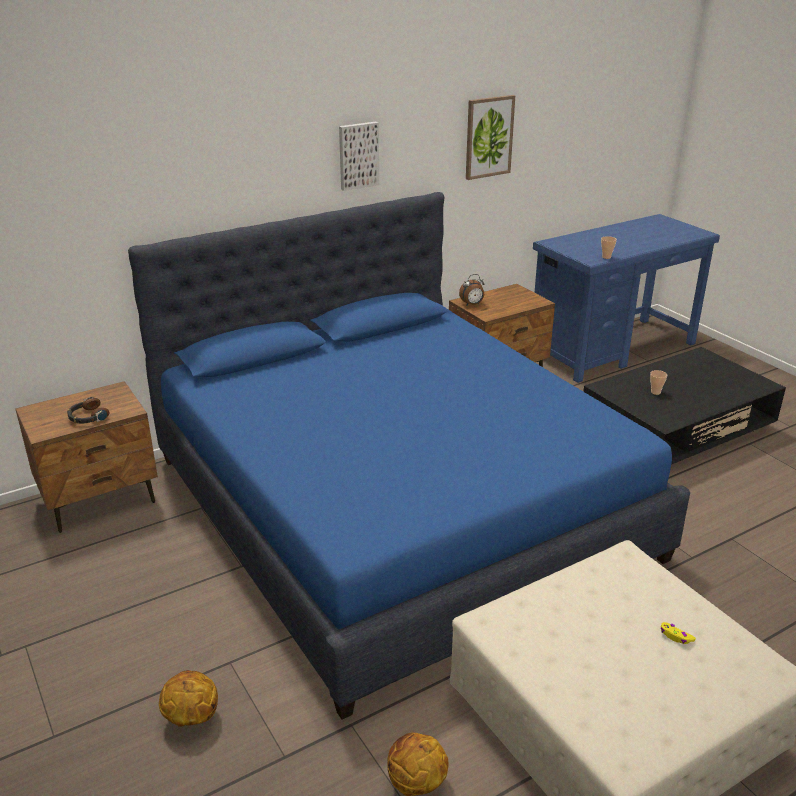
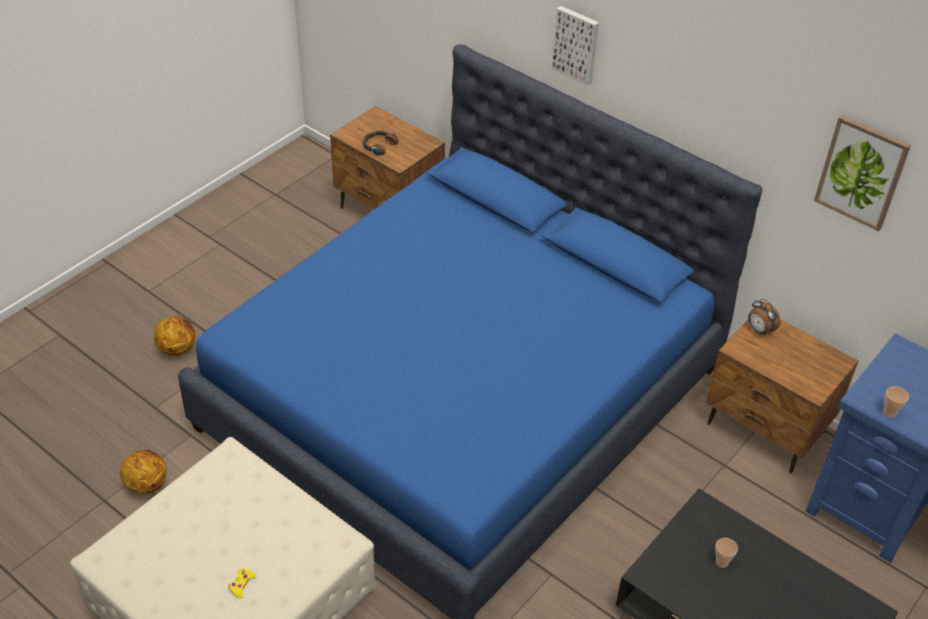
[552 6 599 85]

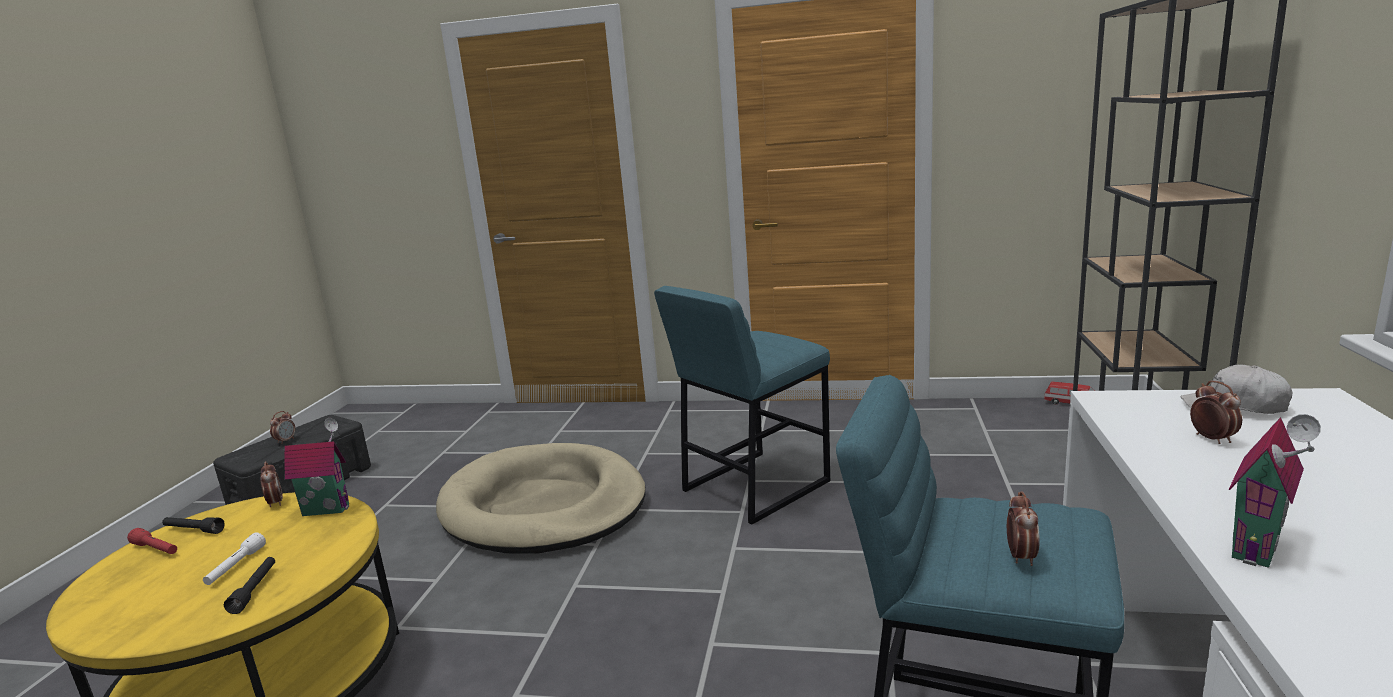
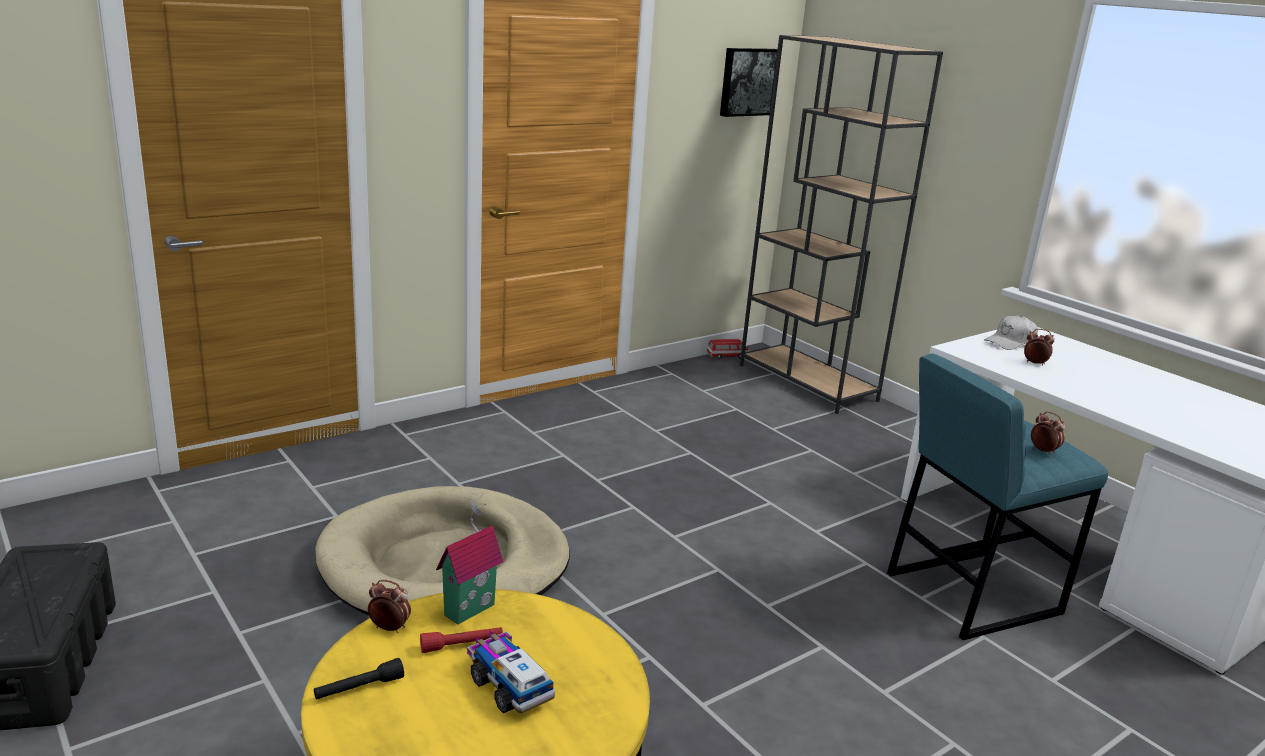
[420 627 503 653]
[467 631 555 713]
[720 48 778 117]
[224 557 275 614] (first image)
[270 411 295 444] (first image)
[654 286 830 524] (first image)
[1229 414 1321 568] (first image)

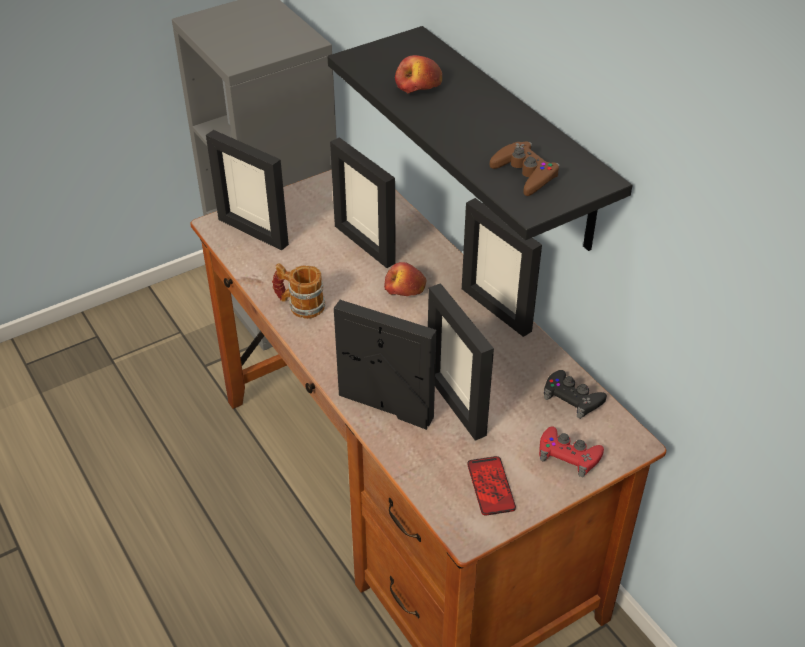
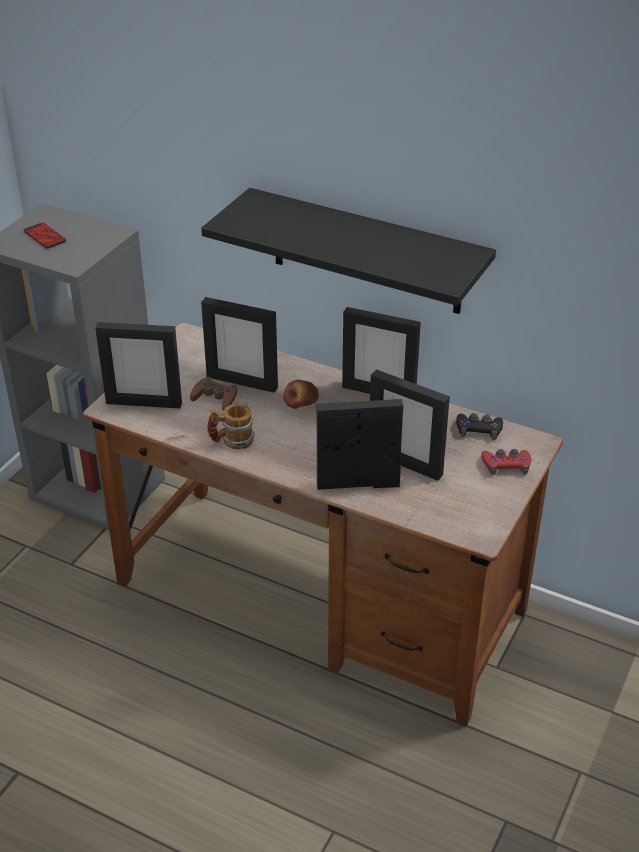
[24 223 66 249]
[190 377 237 411]
[395 55 442 93] (first image)

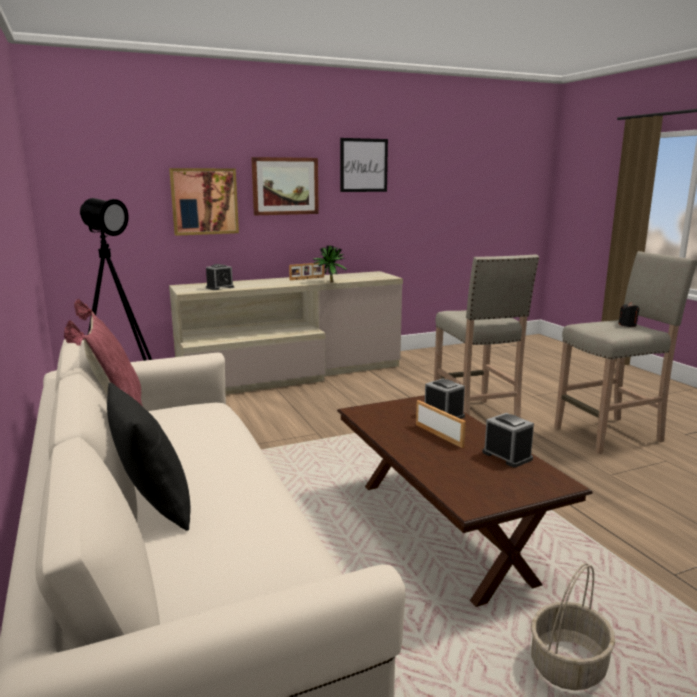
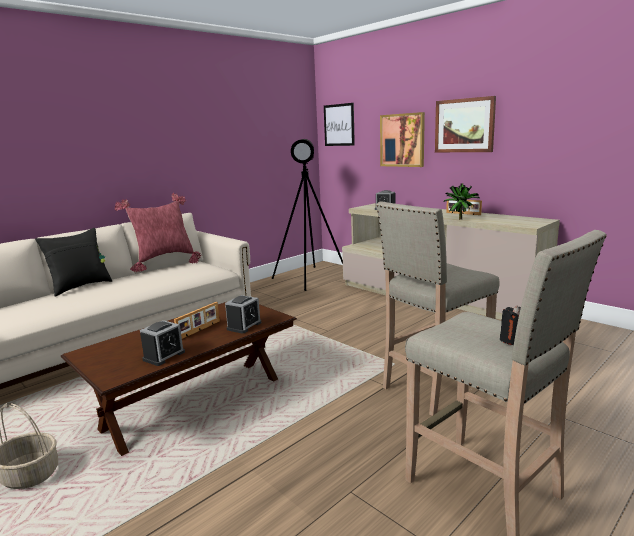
[324 103 355 146]

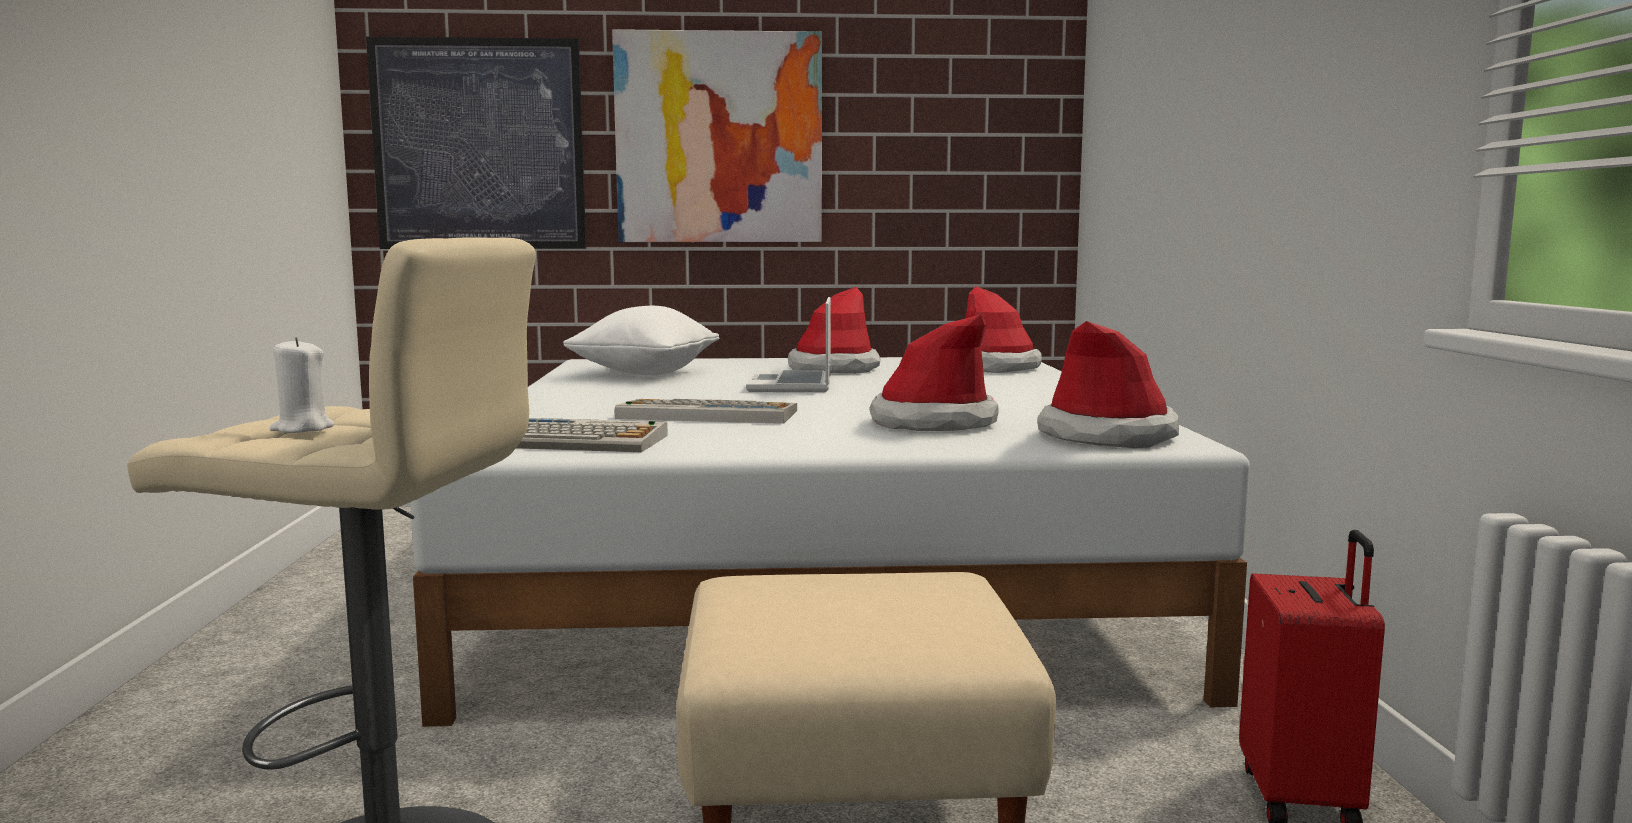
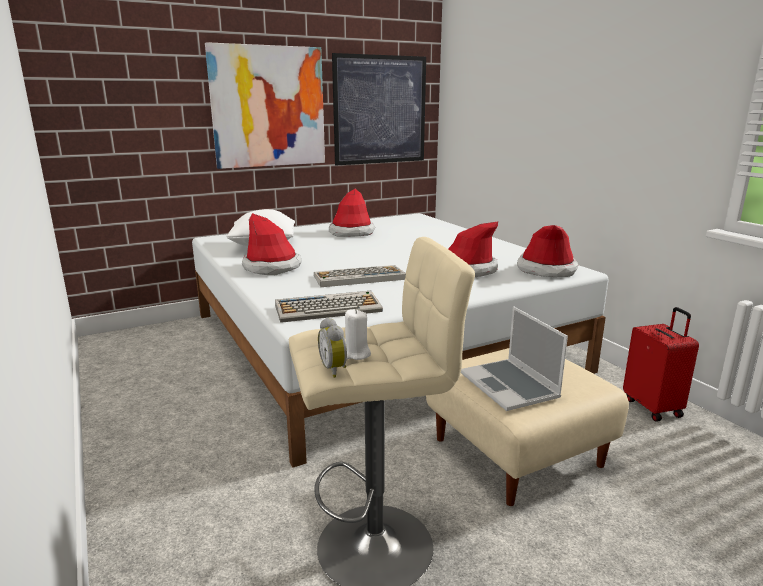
[242 213 302 275]
[318 317 347 378]
[332 53 426 165]
[461 306 568 411]

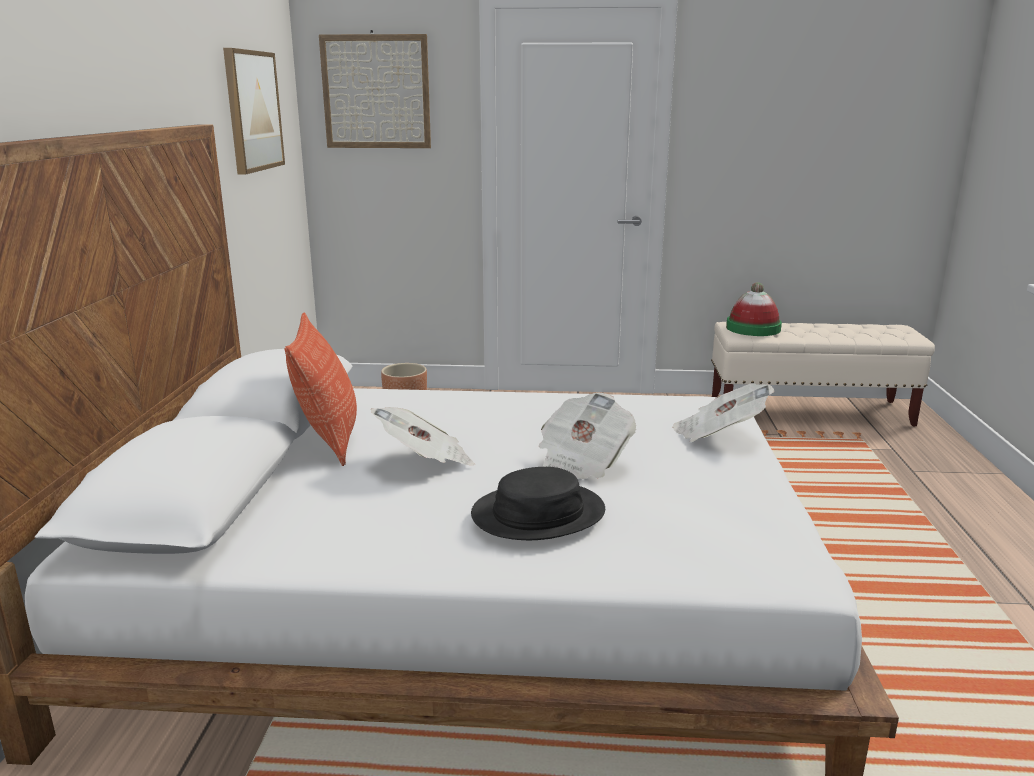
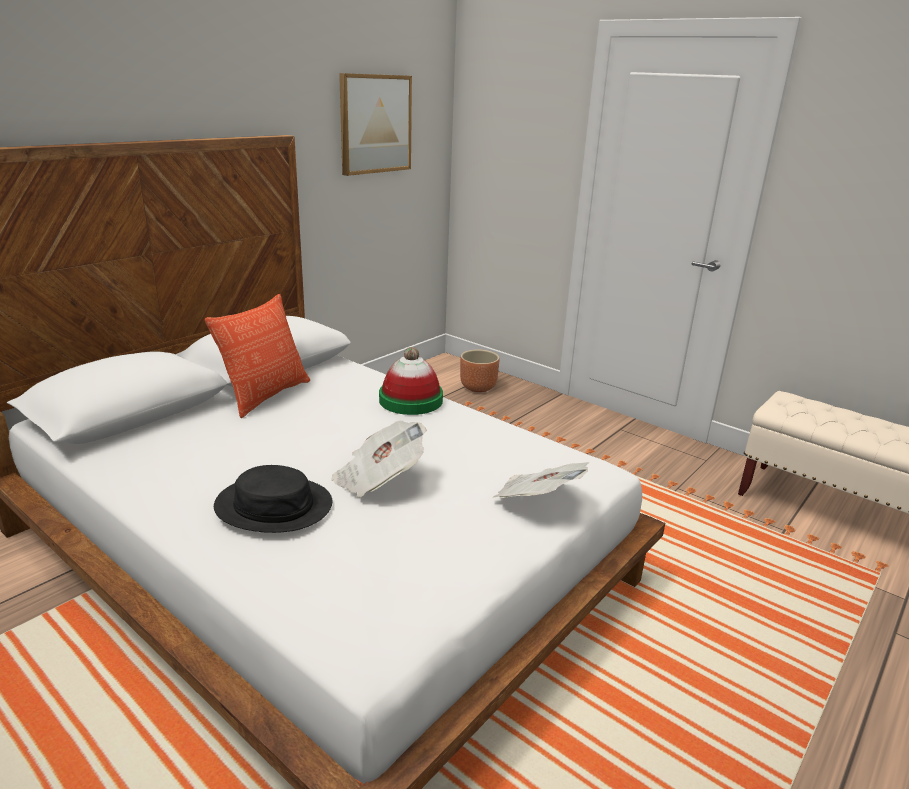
[379 347 443 415]
[319 30 431 148] (first image)
[371 407 475 465] (first image)

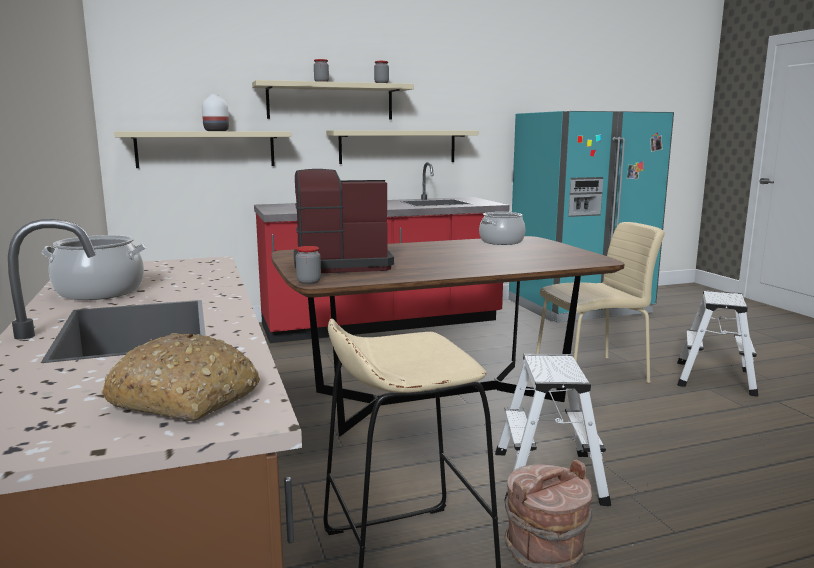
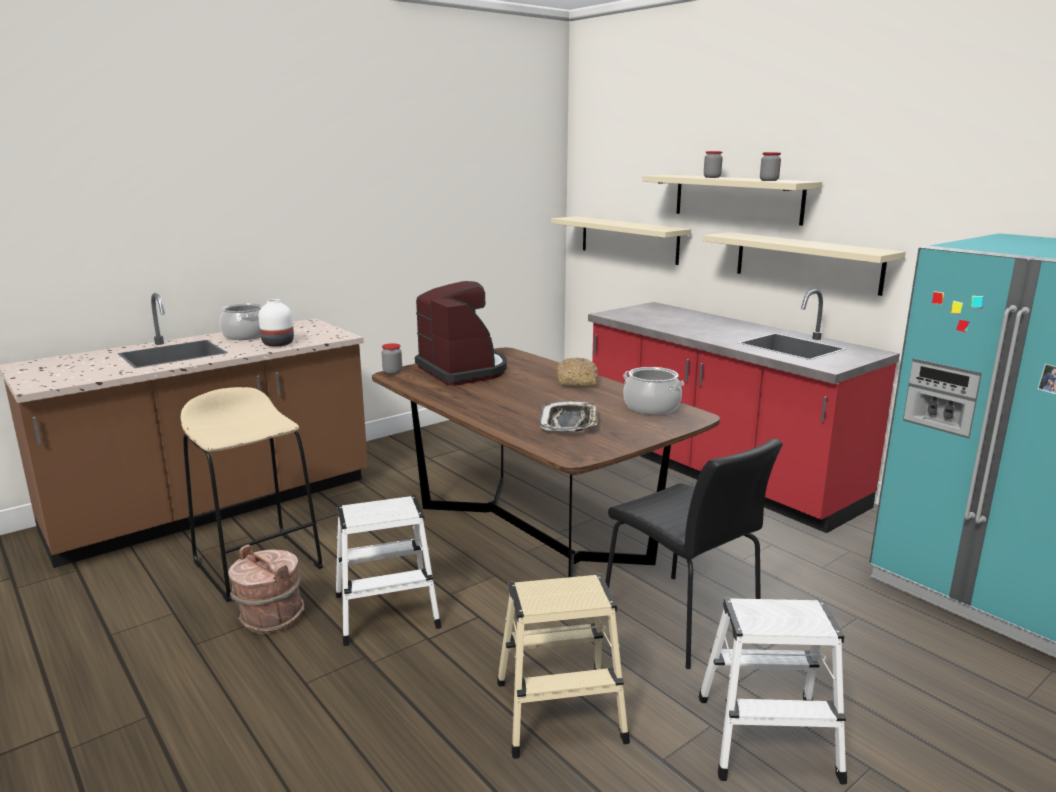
[259 299 294 347]
[497 574 630 759]
[539 401 597 431]
[556 358 598 387]
[605 439 783 669]

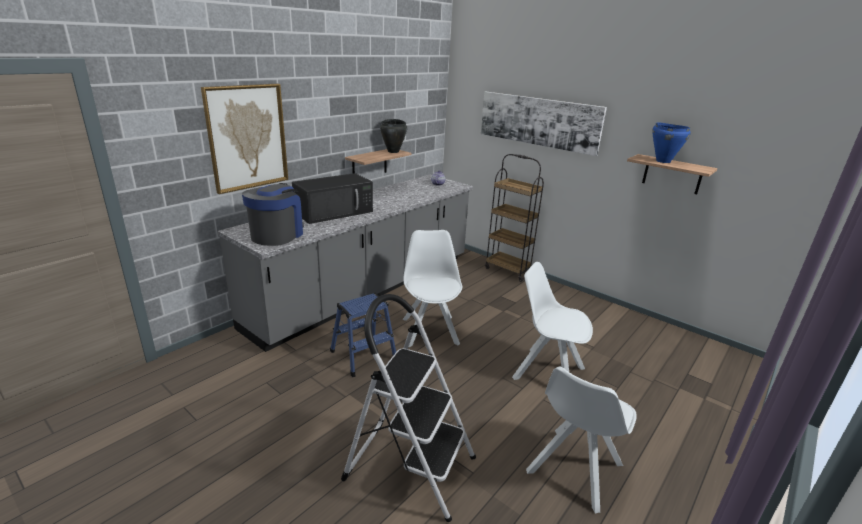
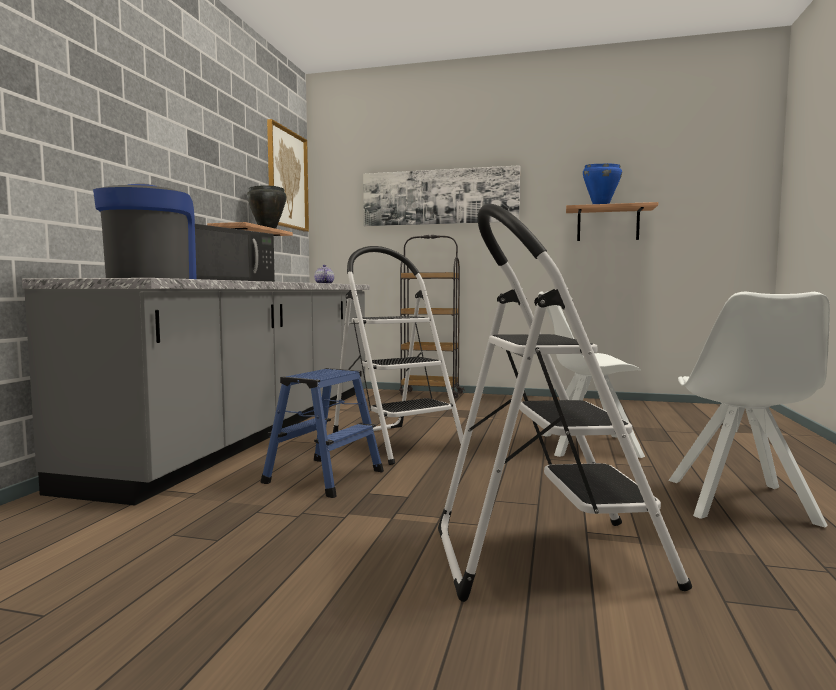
[267 119 309 232]
[333 246 463 465]

